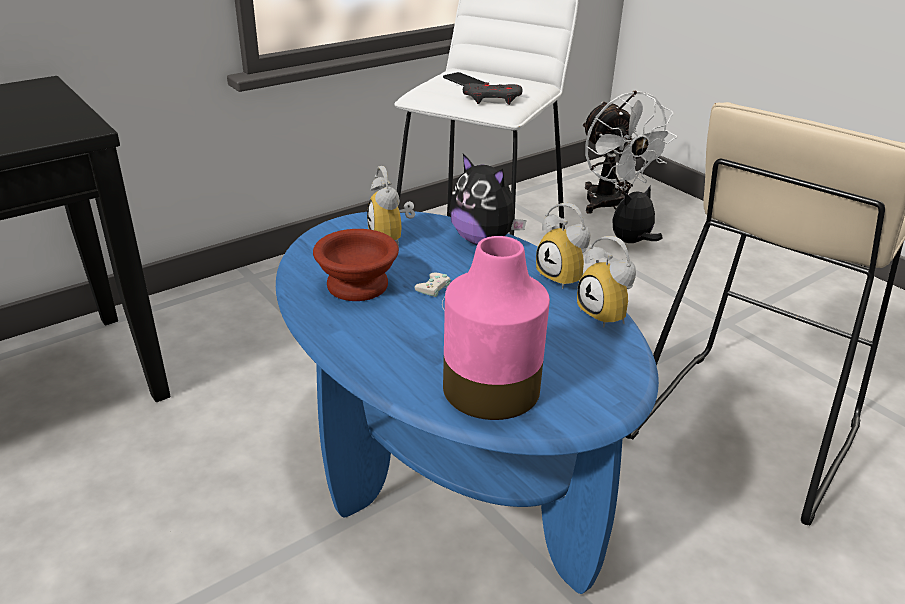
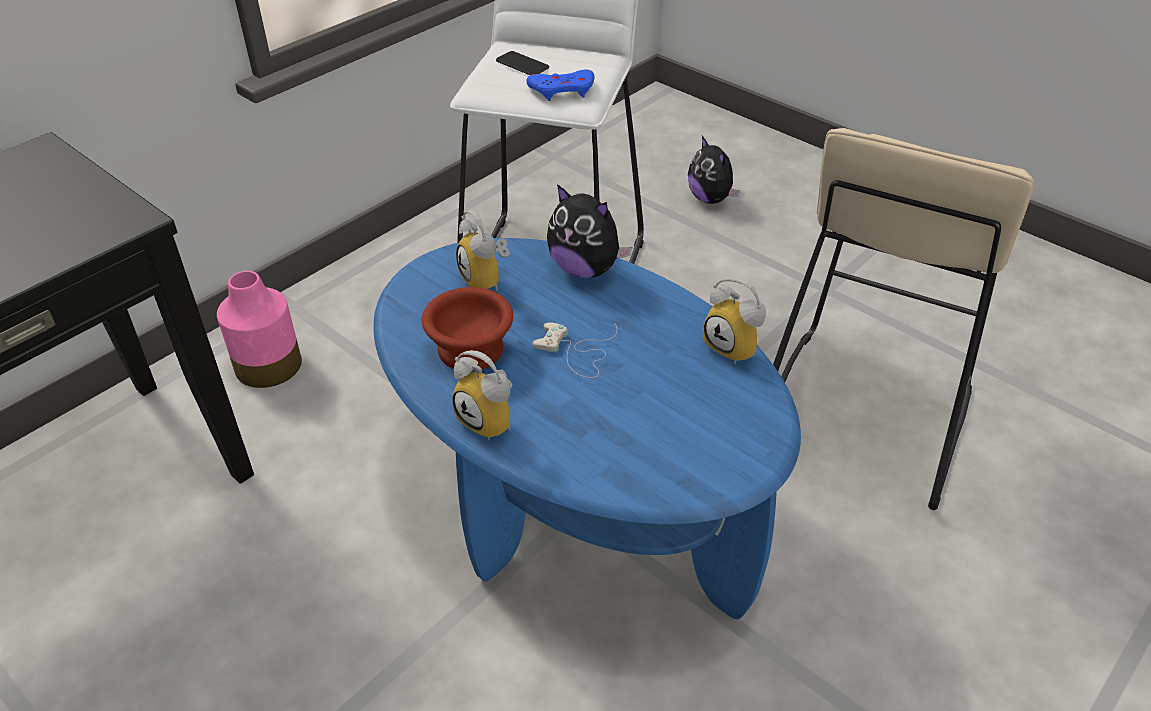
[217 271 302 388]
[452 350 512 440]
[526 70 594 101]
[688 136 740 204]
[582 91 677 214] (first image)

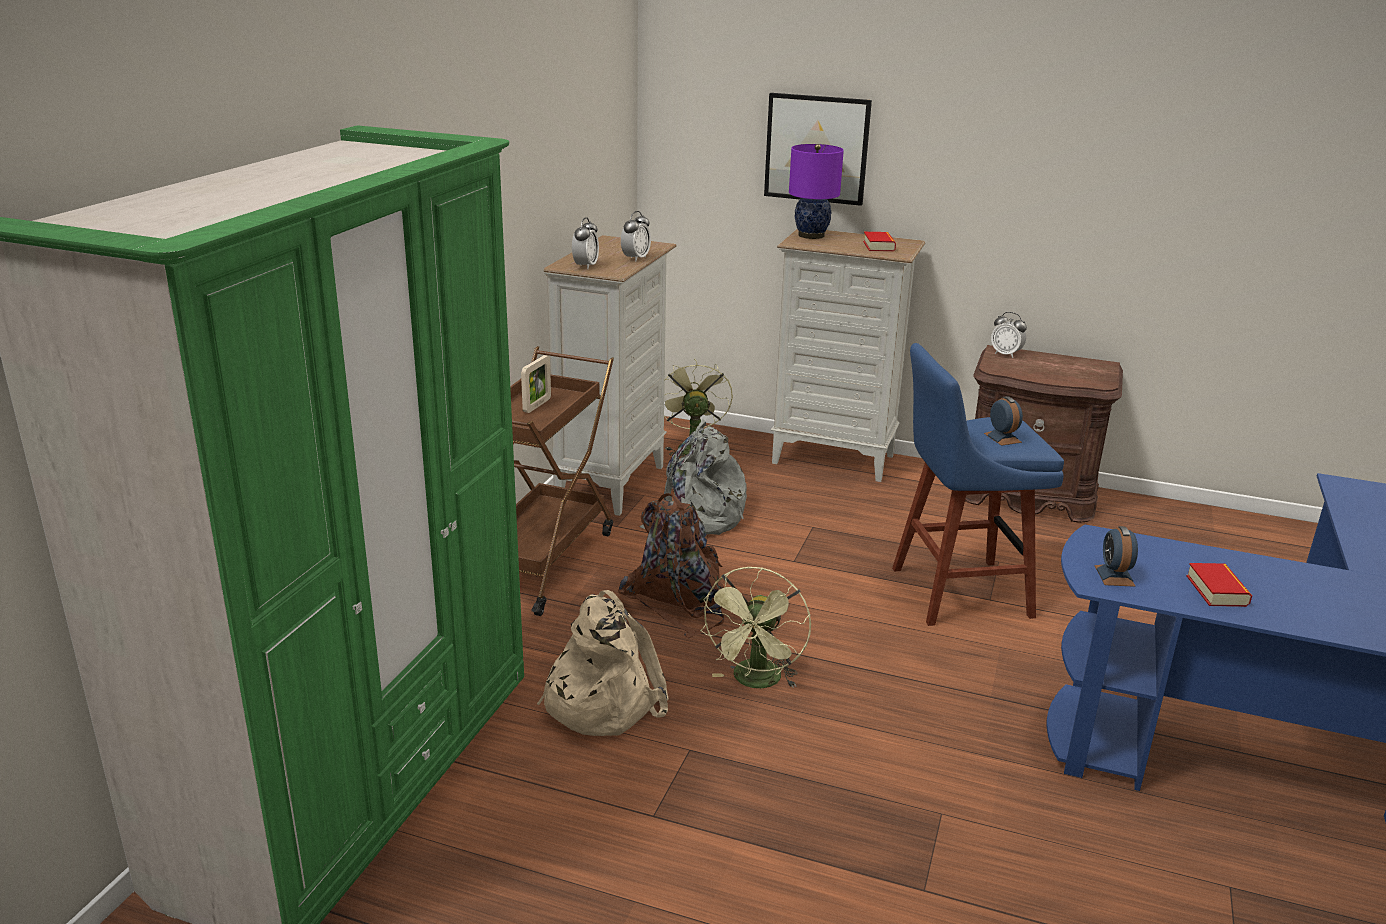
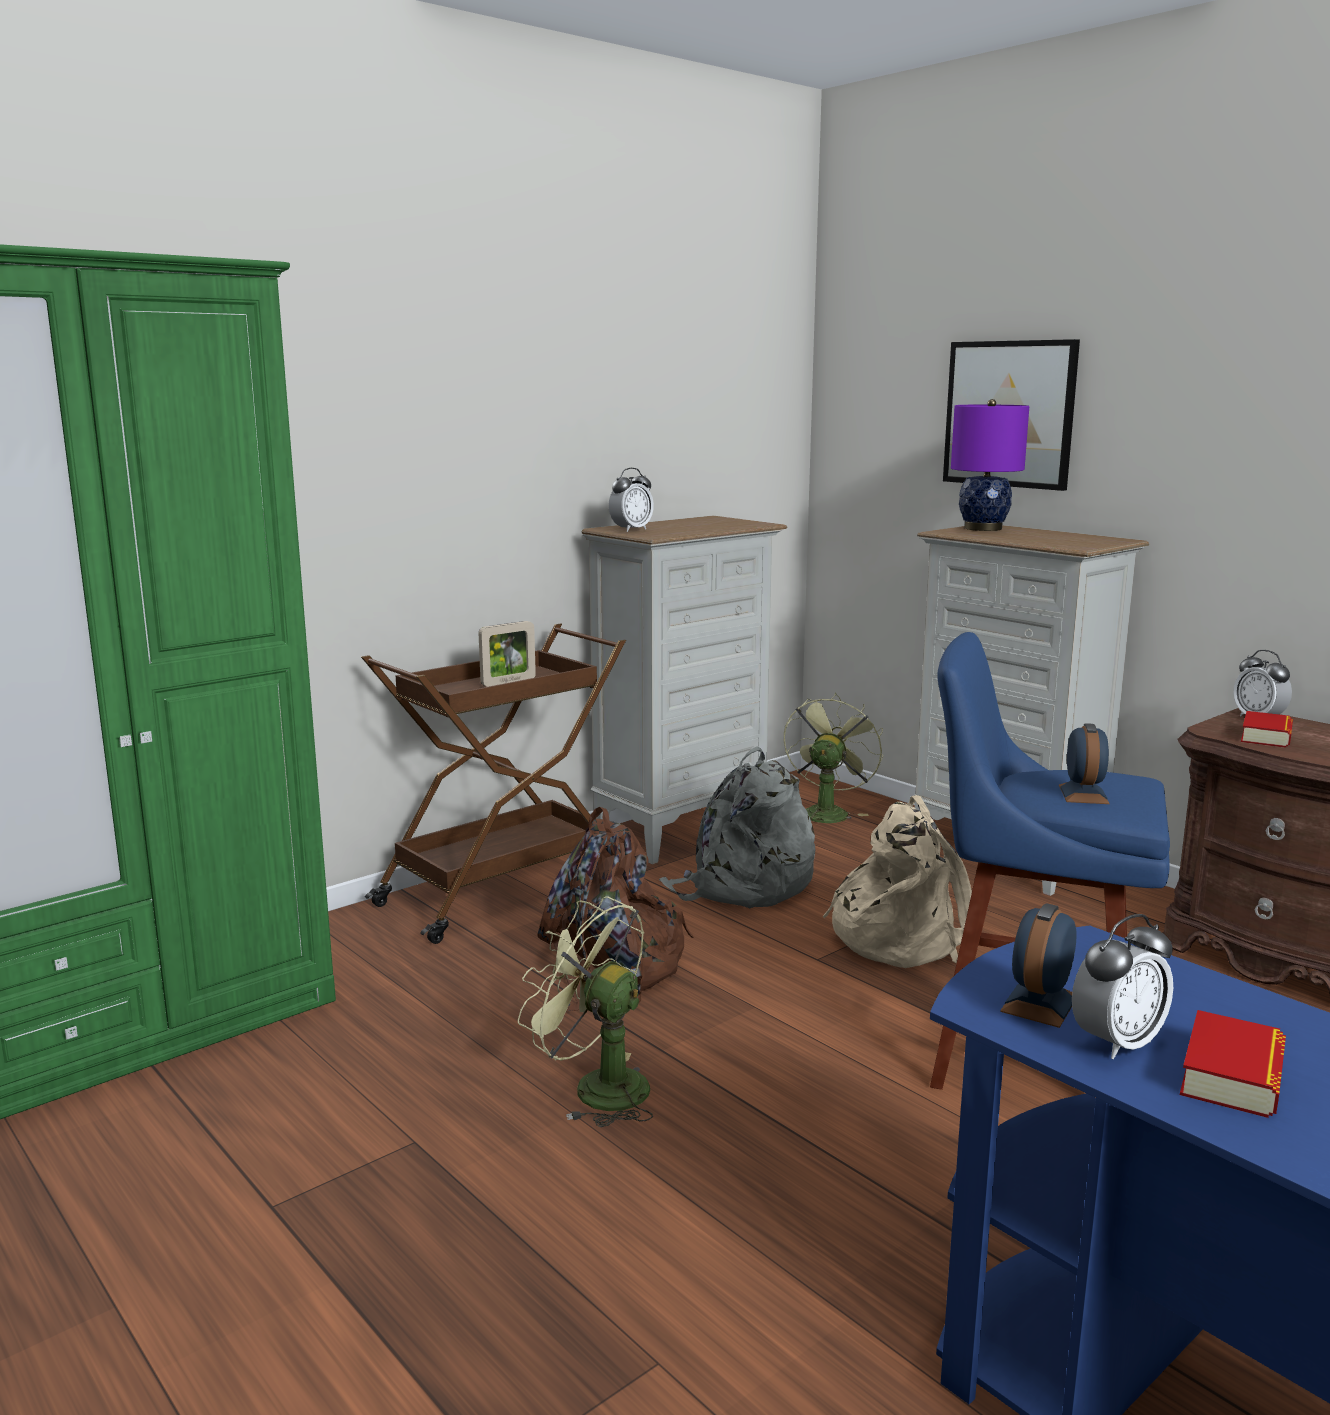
[518 896 653 1127]
[823 795 972 968]
[1072 914 1173 1059]
[1241 711 1293 748]

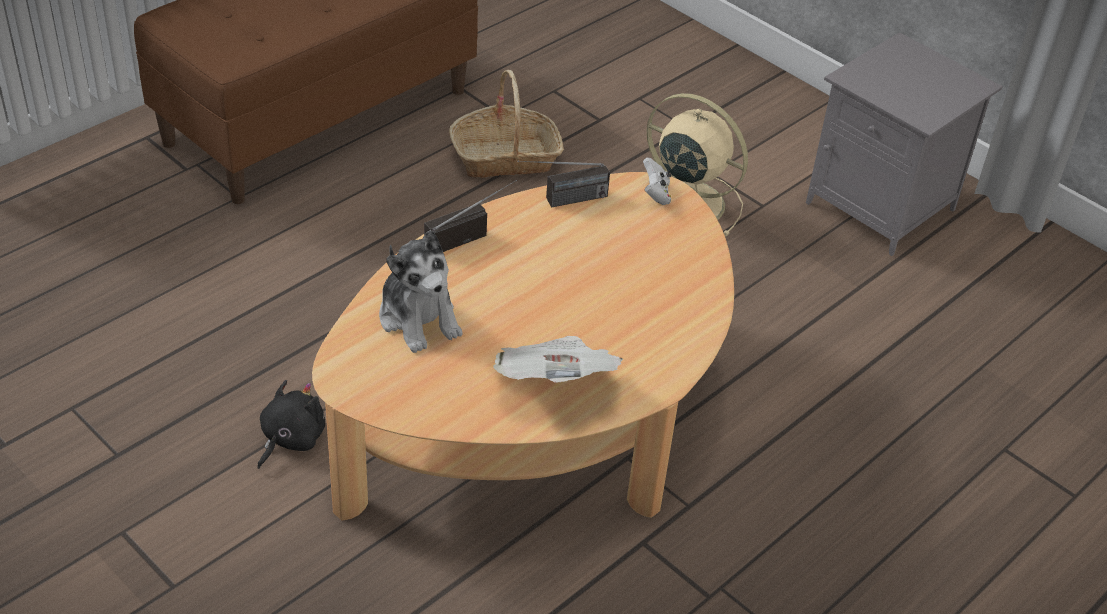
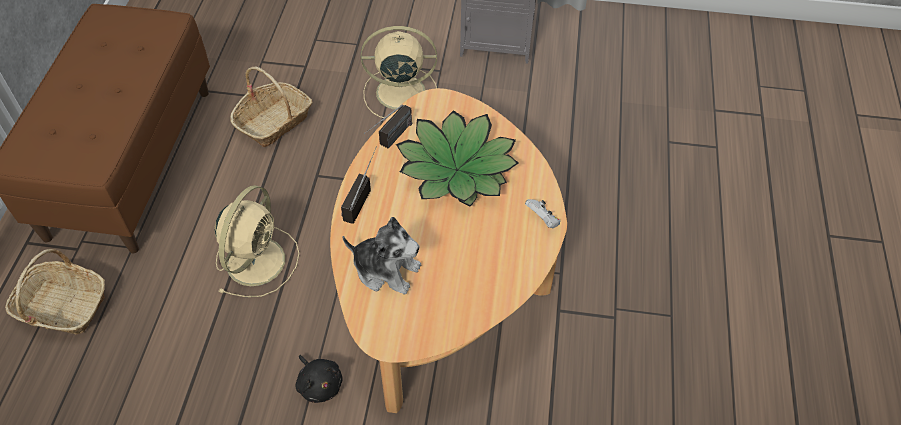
[5 249 105 334]
[214 185 299 297]
[296 355 343 403]
[396 110 518 207]
[525 199 560 228]
[493 336 624 383] (first image)

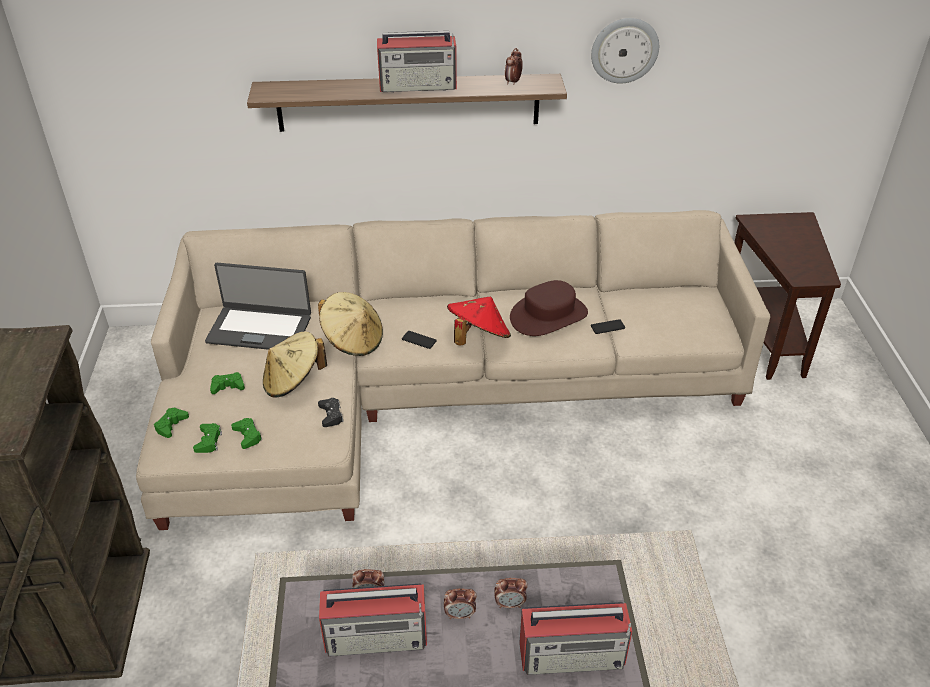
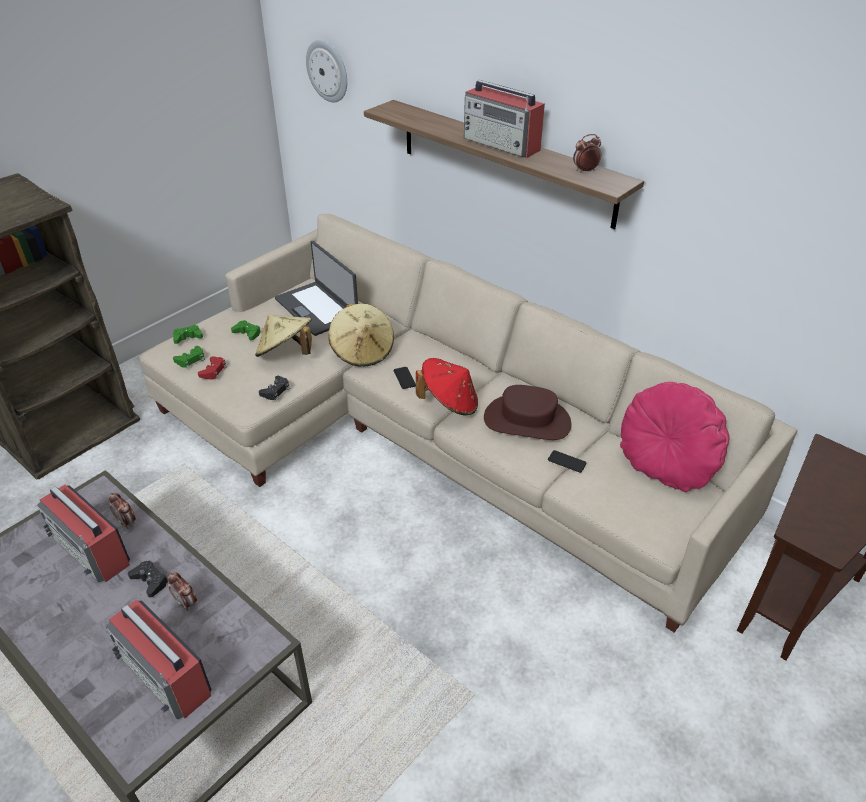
[128 560 168 598]
[198 356 227 380]
[306 40 347 102]
[620 382 729 492]

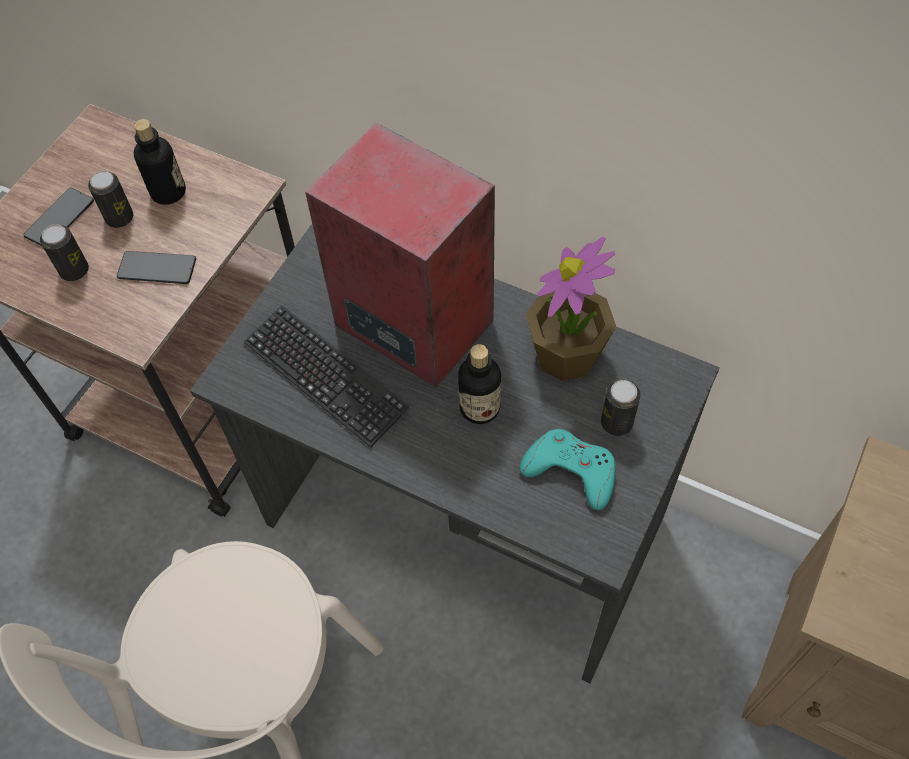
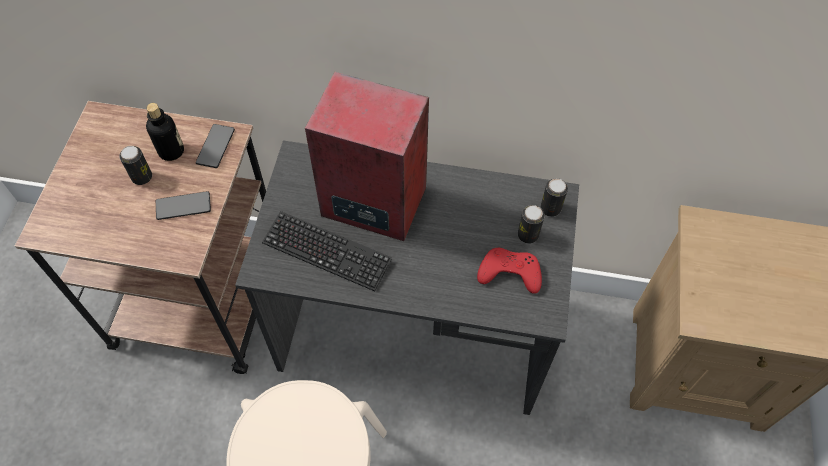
[196 124 235 168]
[477 248 542 294]
[540 178 568 217]
[458 344 501 424] (first image)
[526 237 616 381] (first image)

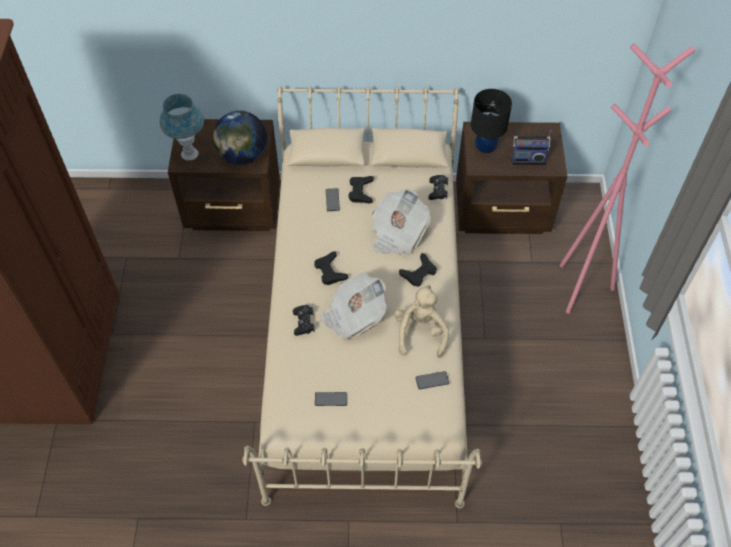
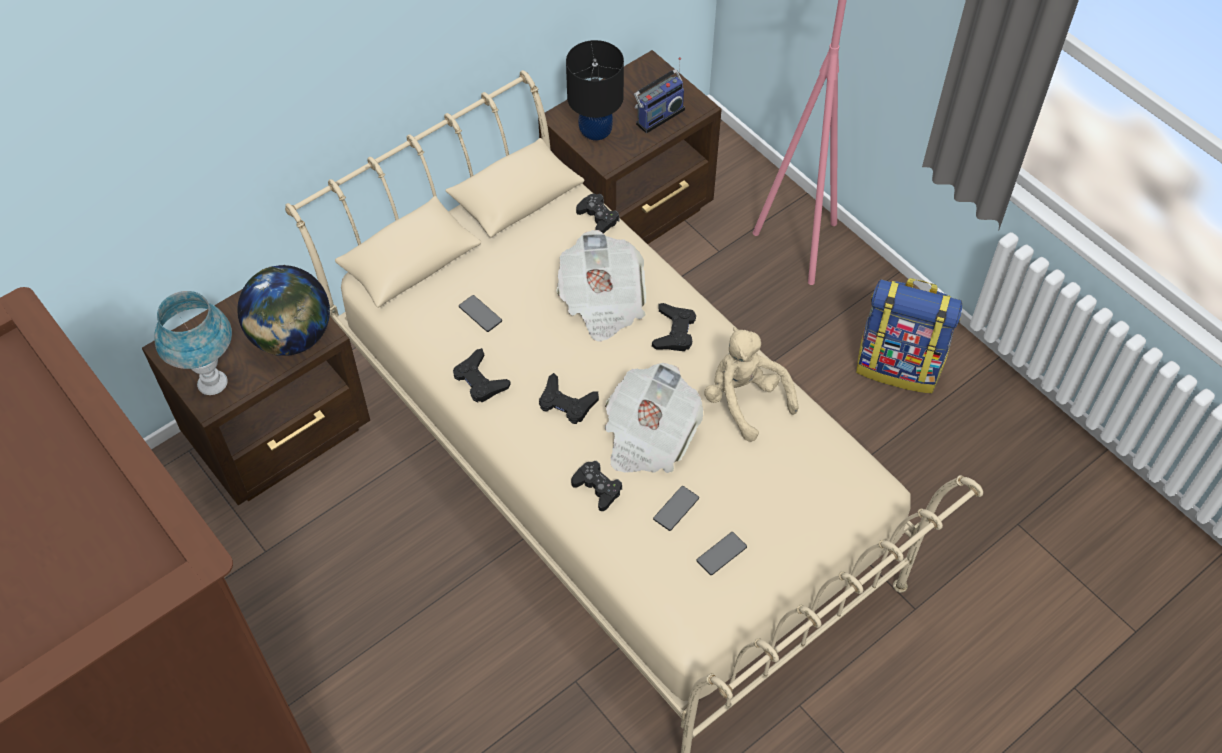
[453 348 511 403]
[653 486 699 531]
[856 278 962 394]

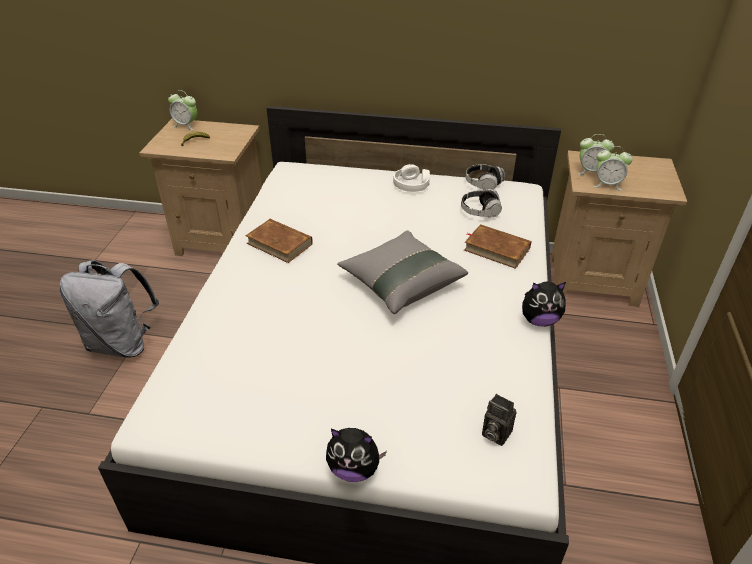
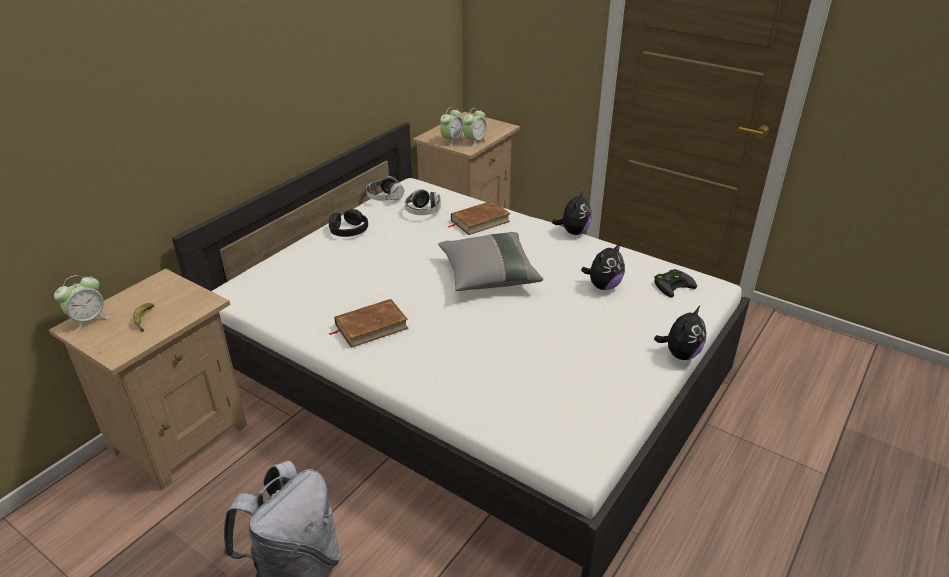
[329 209 368 237]
[581 243 625 290]
[654 269 697 297]

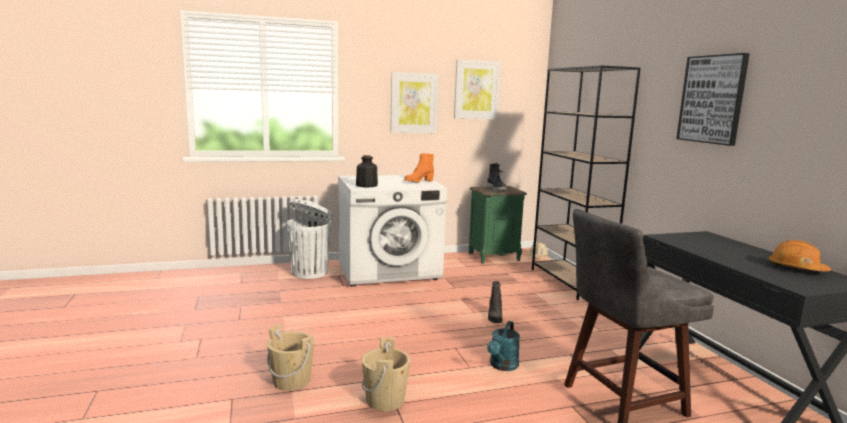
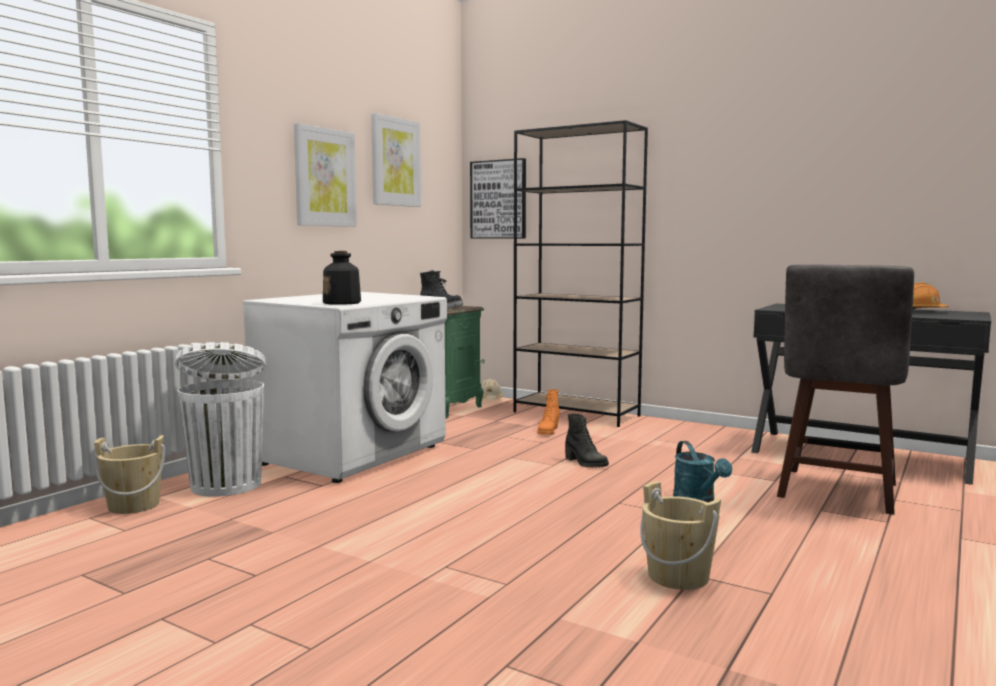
[94 435 165 514]
[470 158 526 239]
[538 389 560 435]

